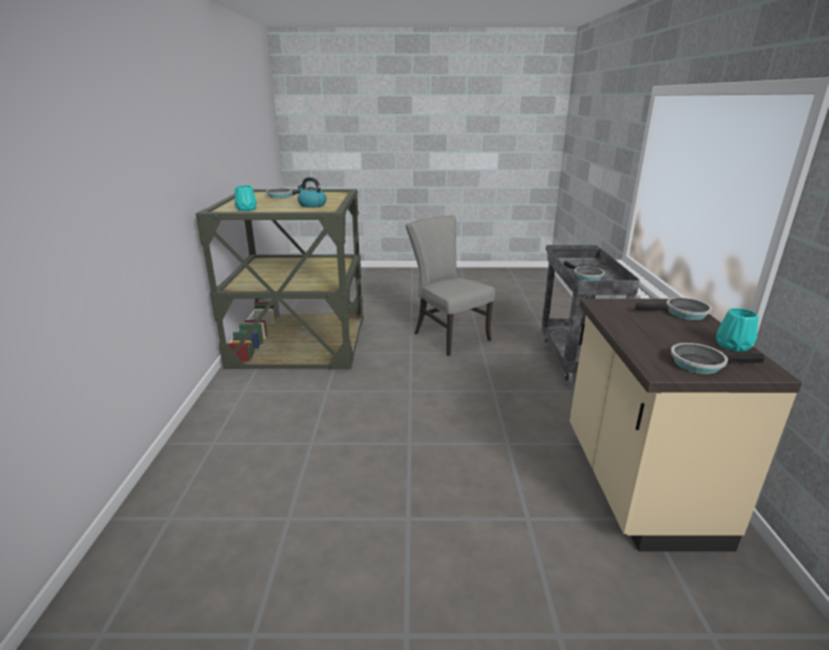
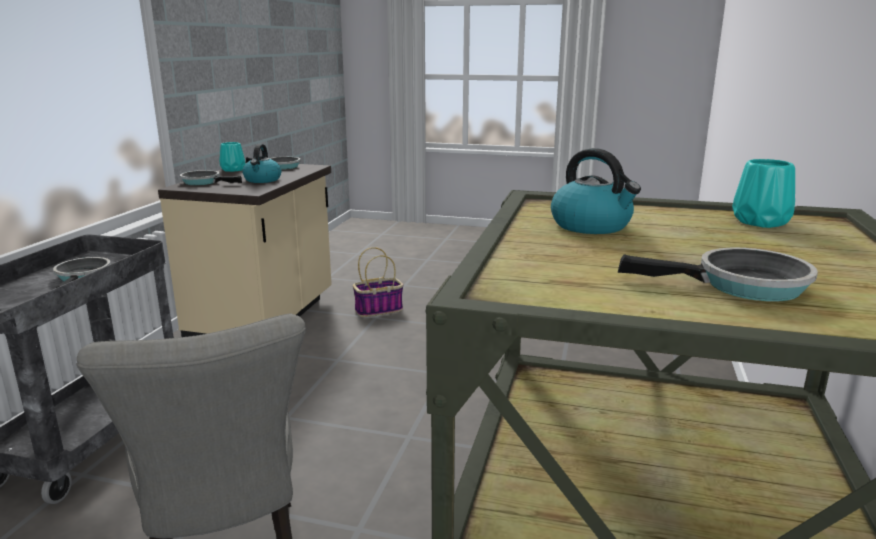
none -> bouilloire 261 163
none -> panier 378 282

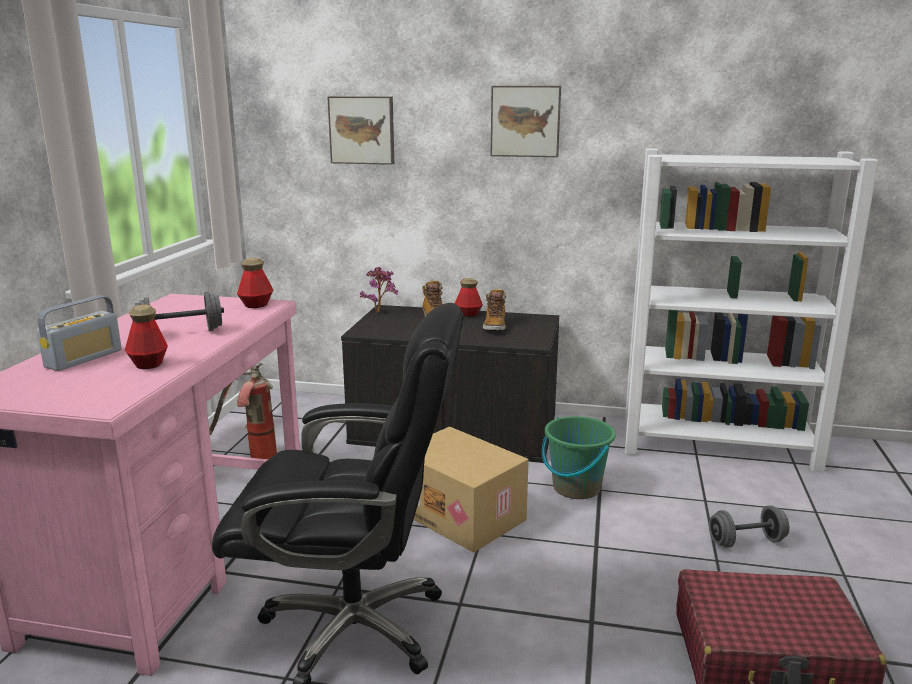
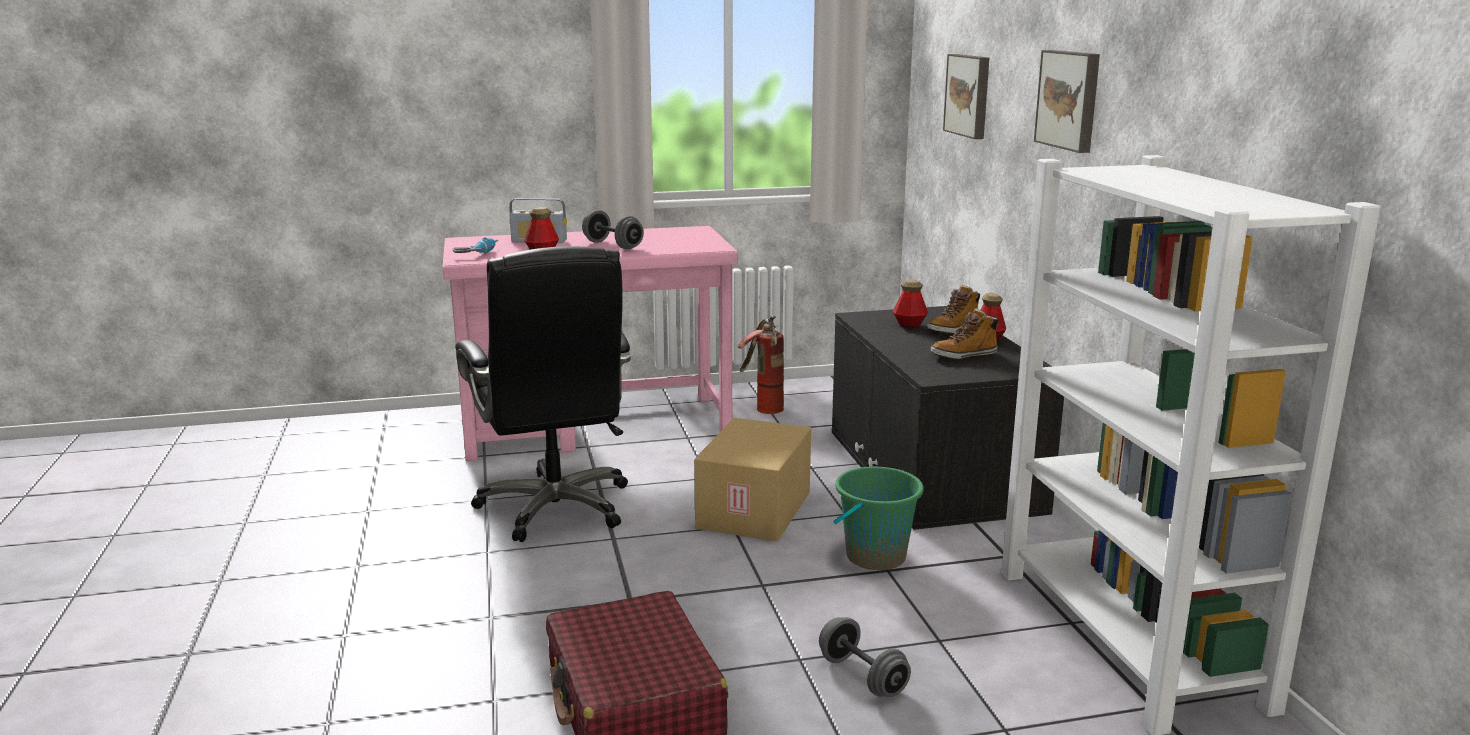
none -> perceuse 475 245
bouteille 255 283 -> bouteille 910 303, move
plante en pot 379 289 -> none

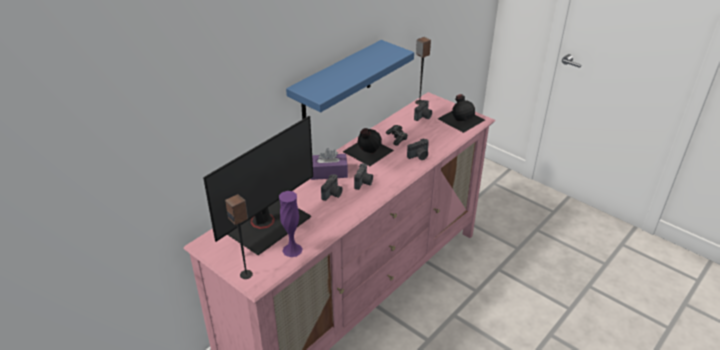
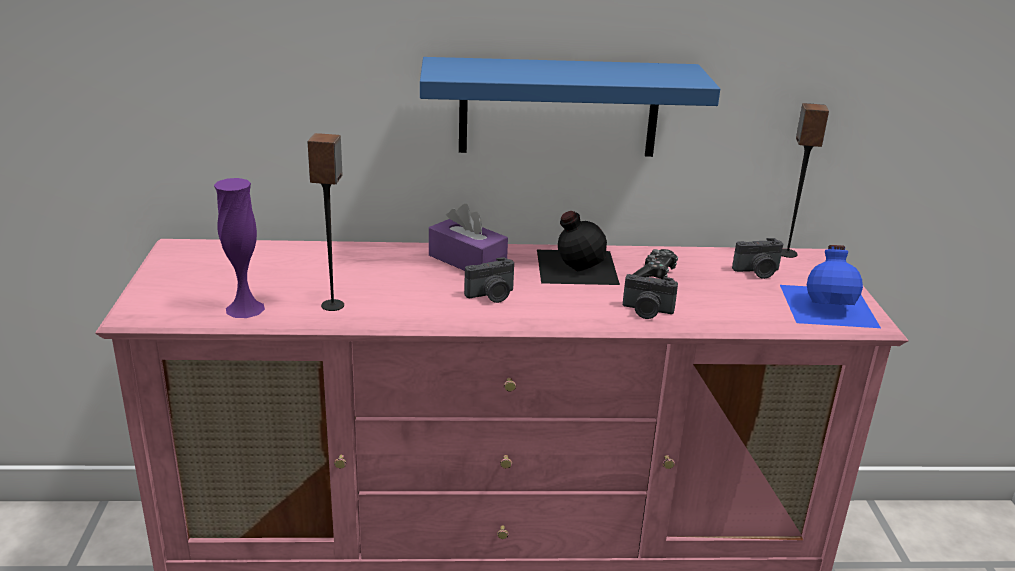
enceinte 239 236 -> enceinte 326 222, move
bouteille (noir) 461 113 -> bouteille (bleu) 830 286
écran d'ordinateur 258 185 -> none
appareil photo 332 187 -> none

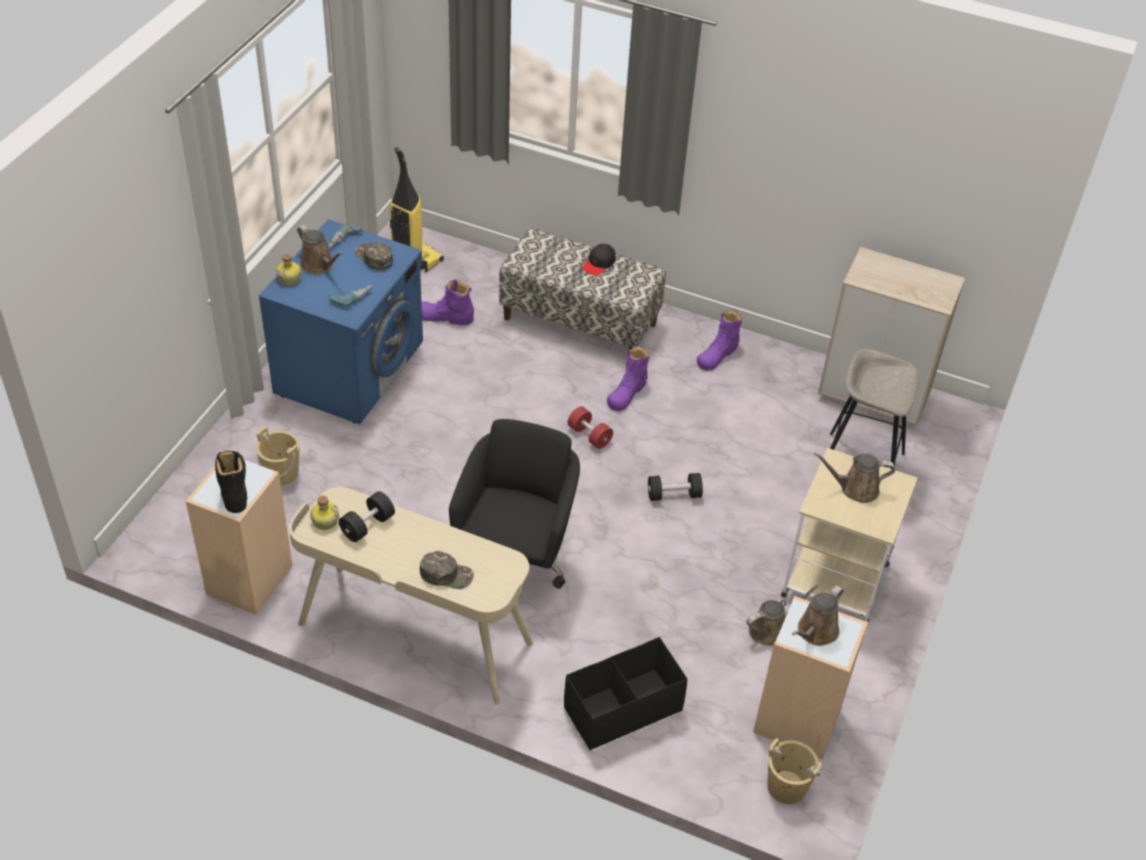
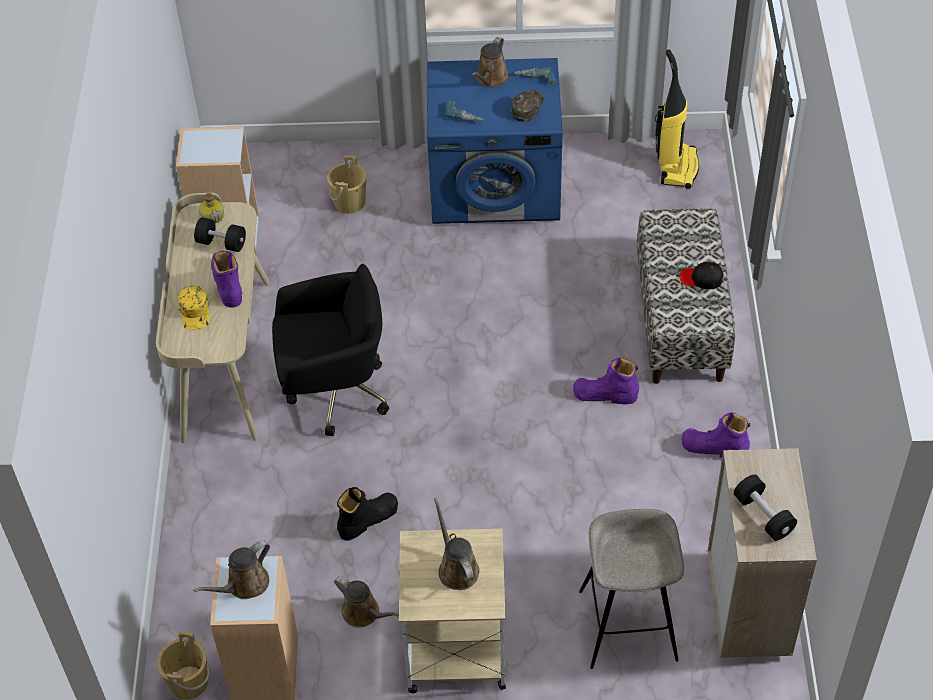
casquette (vert) 447 570 -> casquette (jaune) 194 308
arrosoir (marron) 817 616 -> arrosoir (marron) 231 569, 60 degrees counterclockwise
botte (violet) 448 302 -> botte (violet) 226 279, move
botte (noir) 231 482 -> botte (noir) 367 514, move
haltère (noir) 675 487 -> haltère (noir) 765 508, move
bouteille 288 269 -> none
boîte de rangement (noir) 626 694 -> none
haltère (rouge) 590 427 -> none

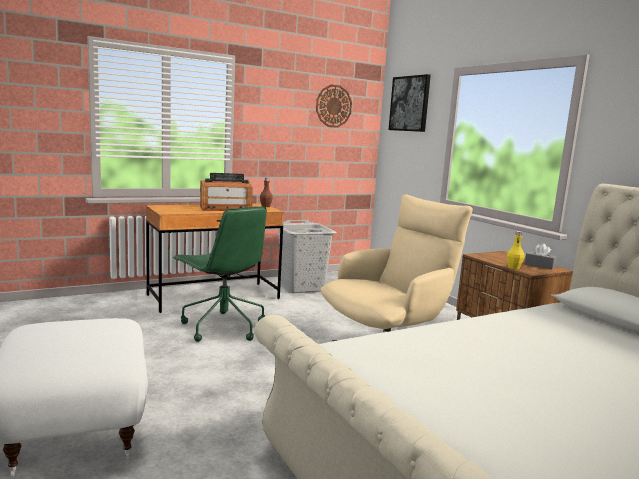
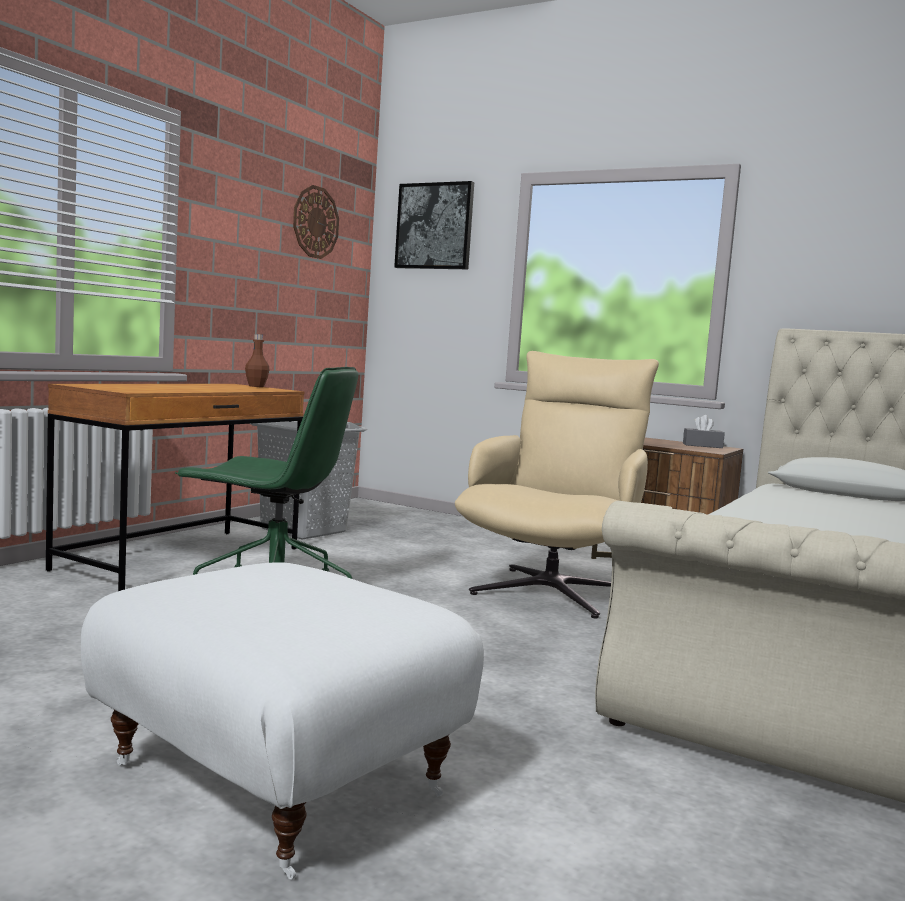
radio 226 192 -> none
bouteille (jaune) 516 250 -> none

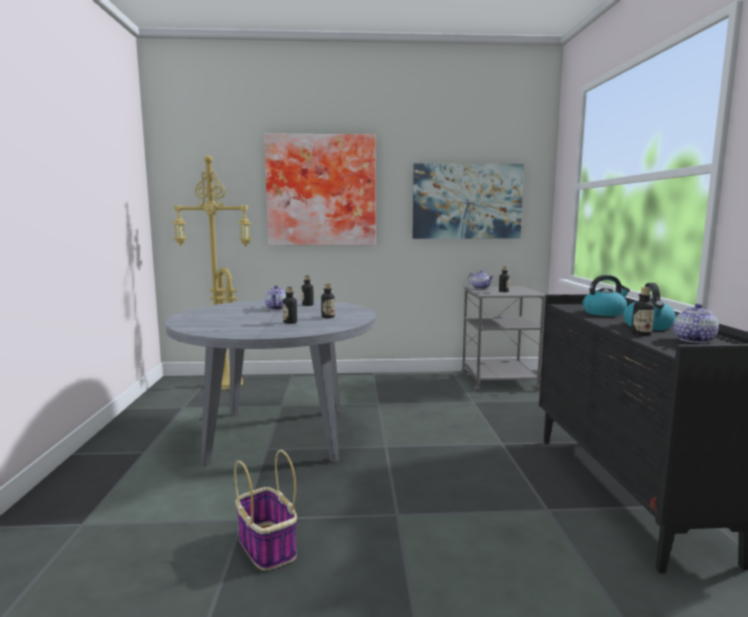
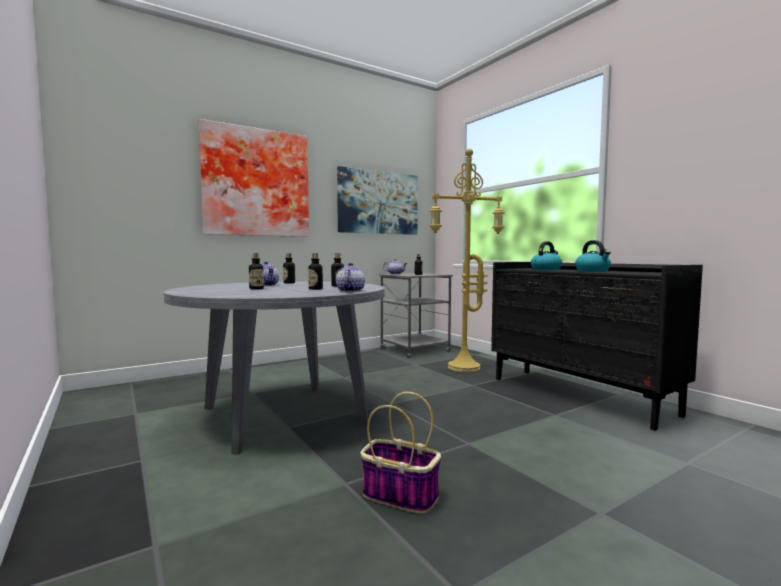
bouteille 642 311 -> bouteille 256 271, move
théière 696 323 -> théière 350 277, move
lampadaire (jaune) 212 272 -> lampadaire (jaune) 467 260, move

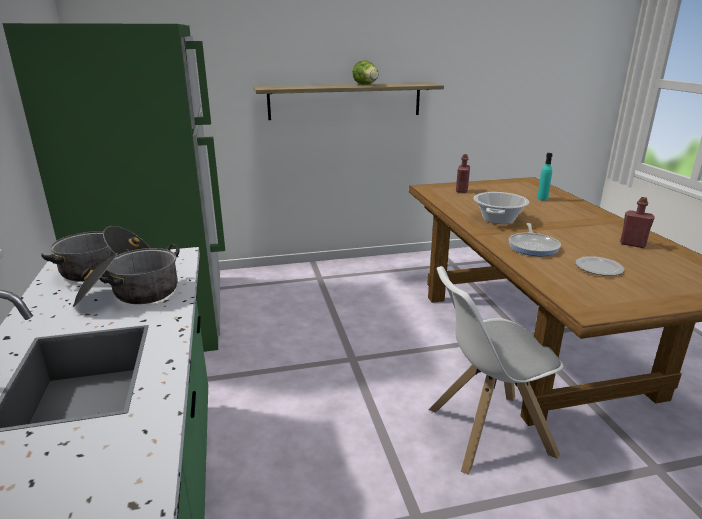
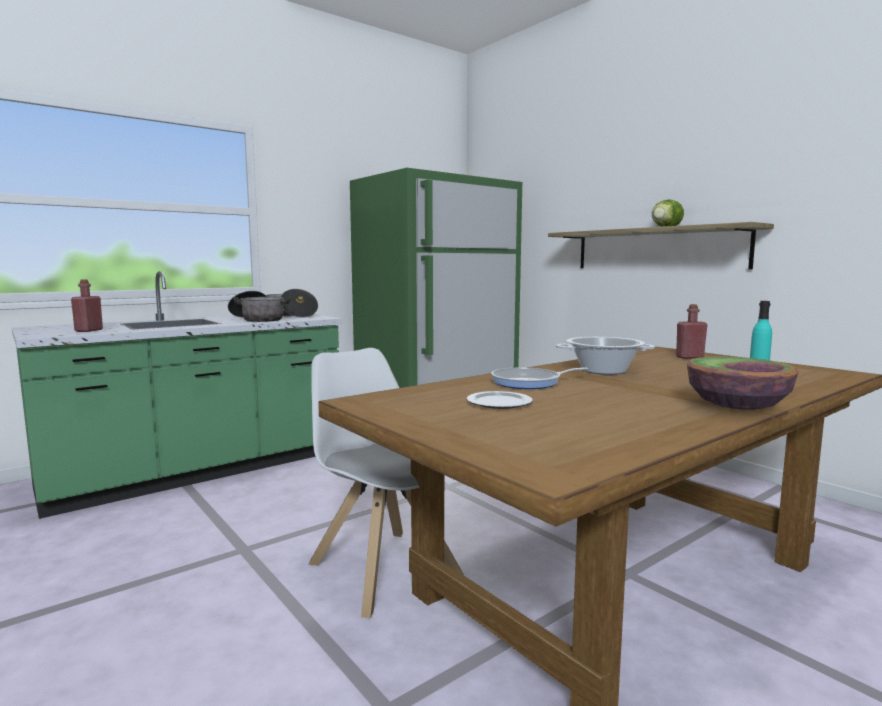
bouteille (rouge) 637 222 -> bouteille (rouge) 87 305, move
none -> bol 743 383

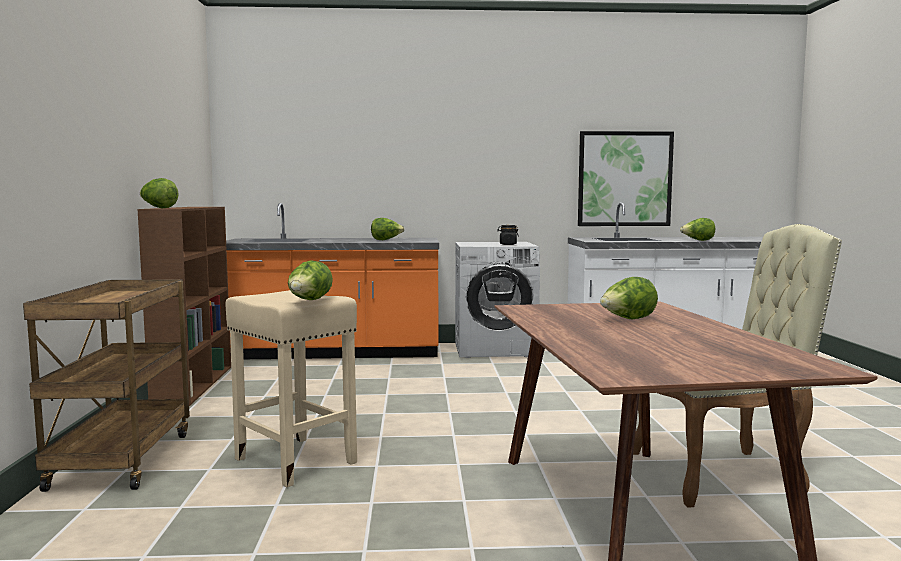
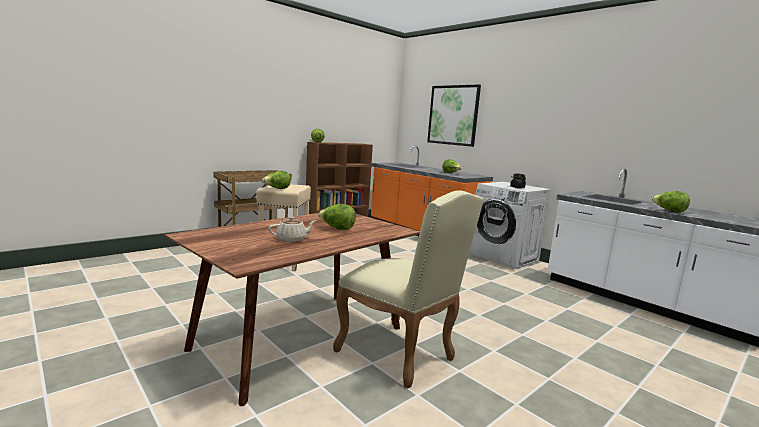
none -> théière (beige) 292 229
tableau 626 178 -> tableau 454 115, move

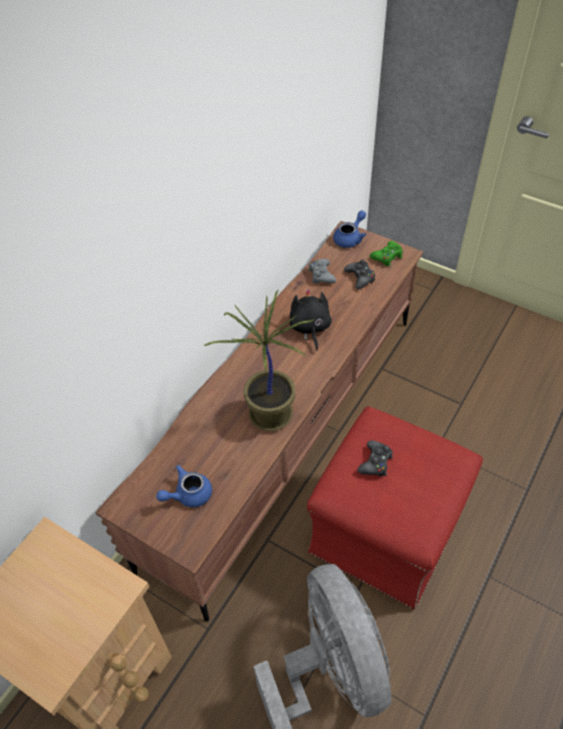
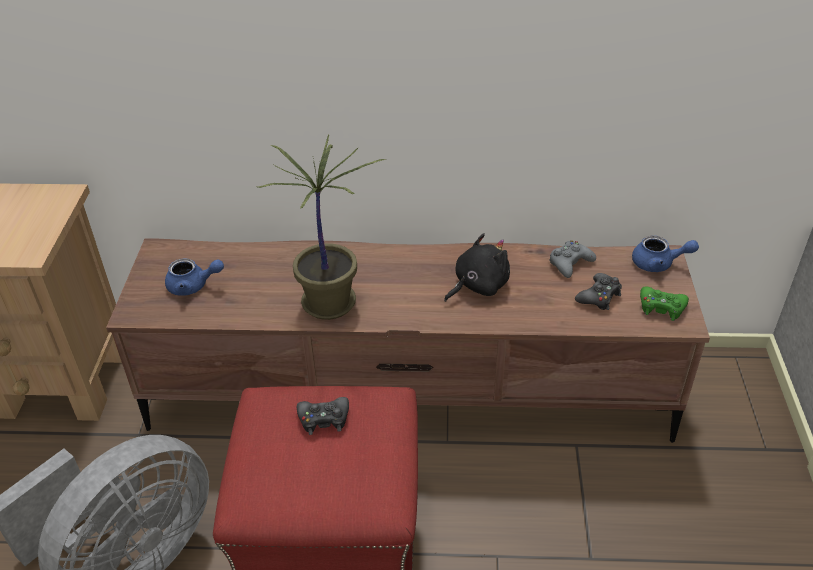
théière (bleu) 184 486 -> théière (bleu) 194 277, 150 degrees clockwise

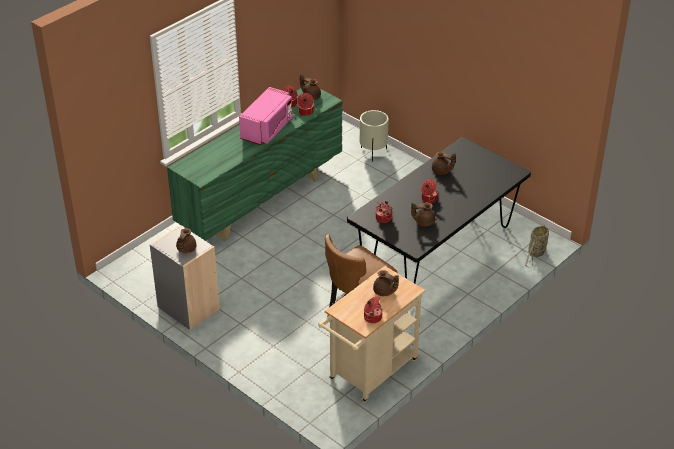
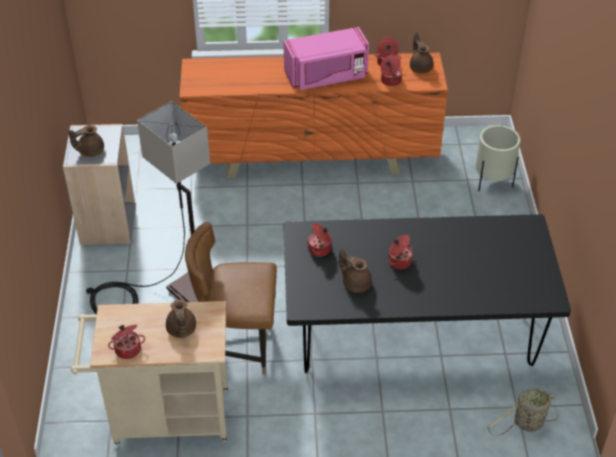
none -> lampadaire 148 207
meuble de rangement (vert) 254 162 -> meuble de rangement (orange) 314 115
théière (marron) 444 163 -> none

